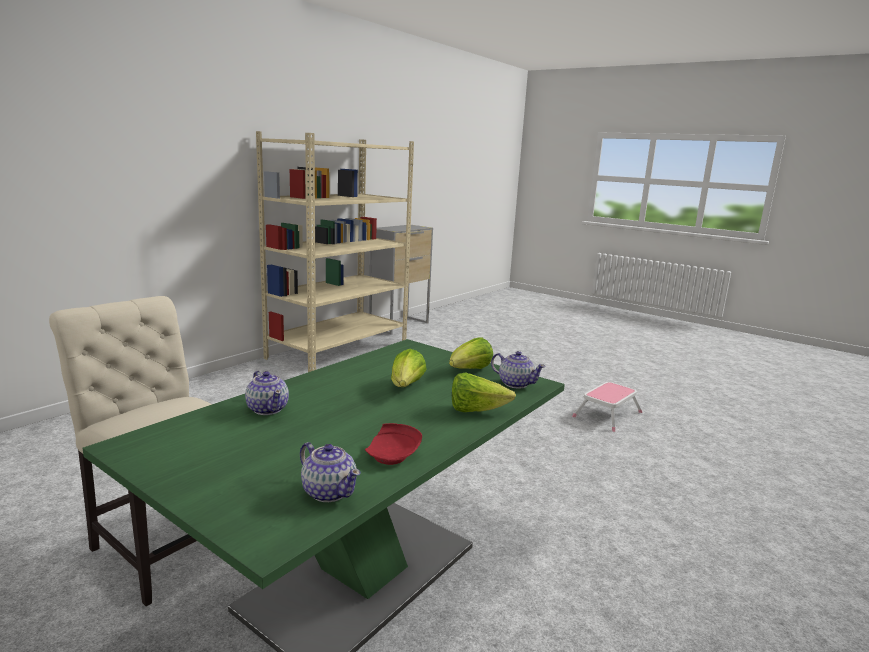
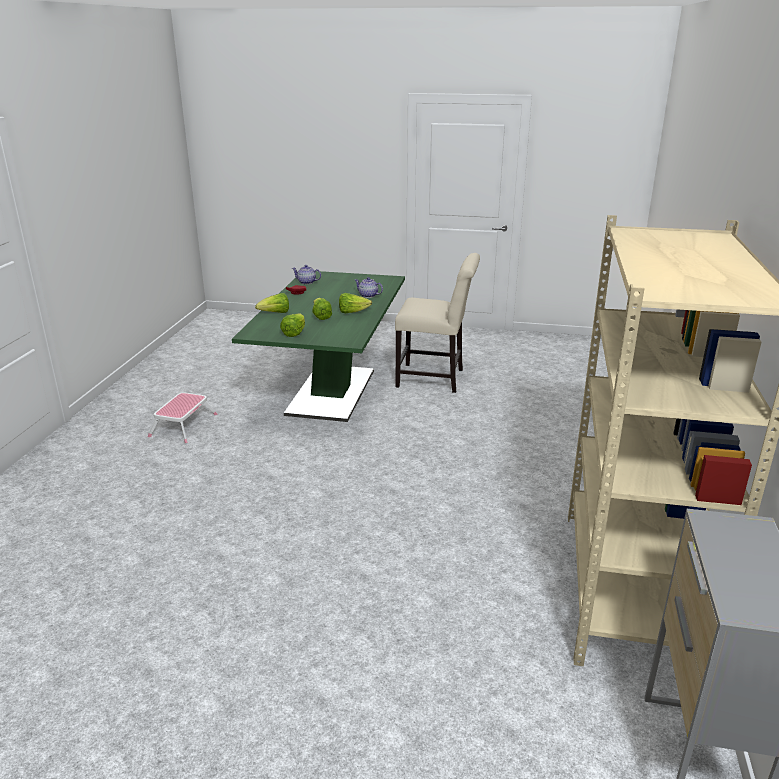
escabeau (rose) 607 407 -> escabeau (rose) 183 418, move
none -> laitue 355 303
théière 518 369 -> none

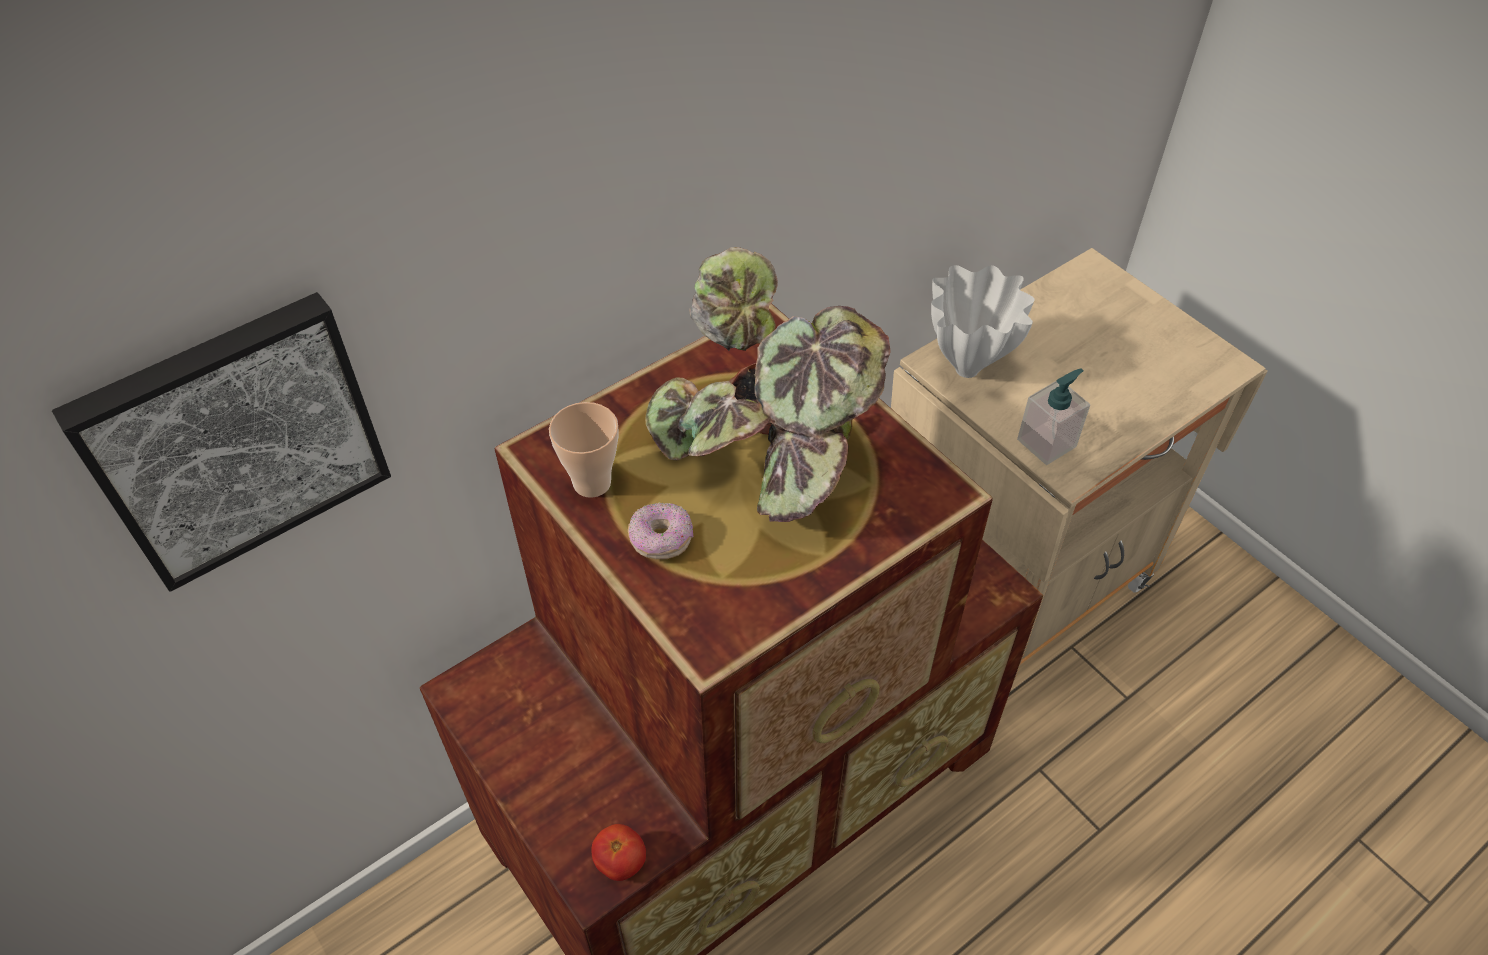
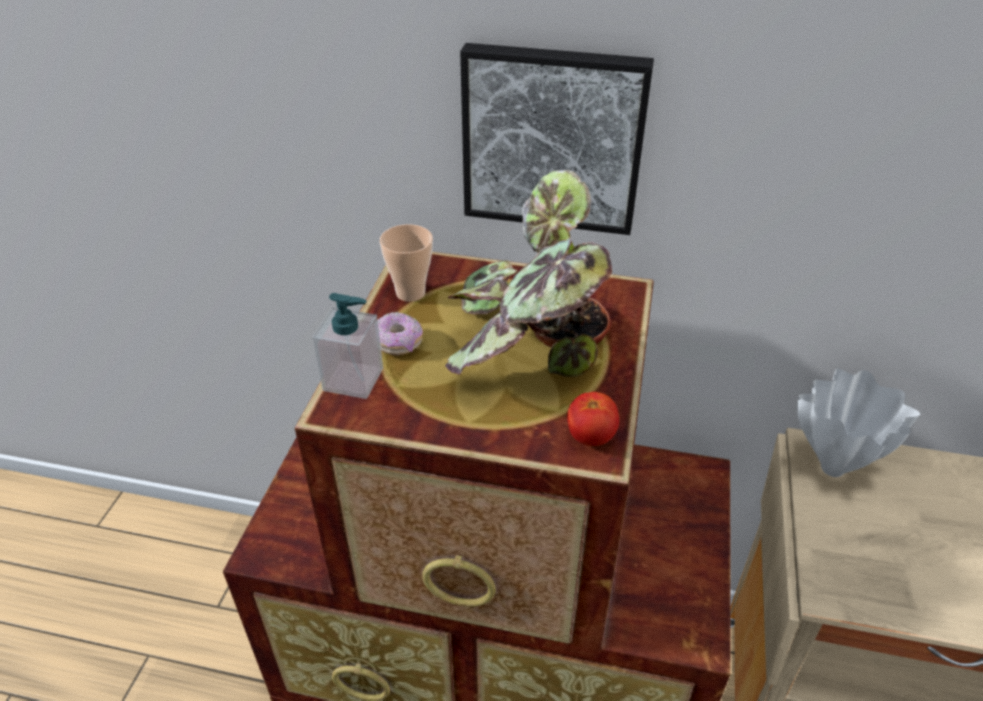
distributeur de savon 1053 416 -> distributeur de savon 348 346, move
tableau 221 442 -> tableau 557 139, move
tomate 618 852 -> tomate 593 419, move

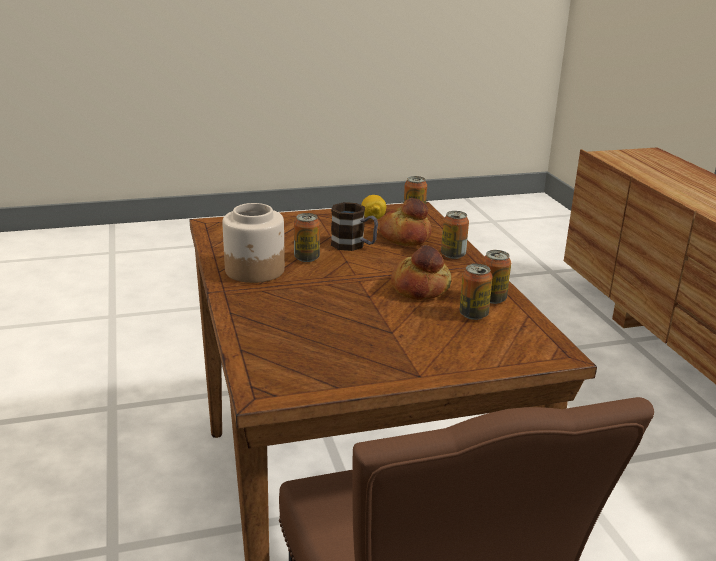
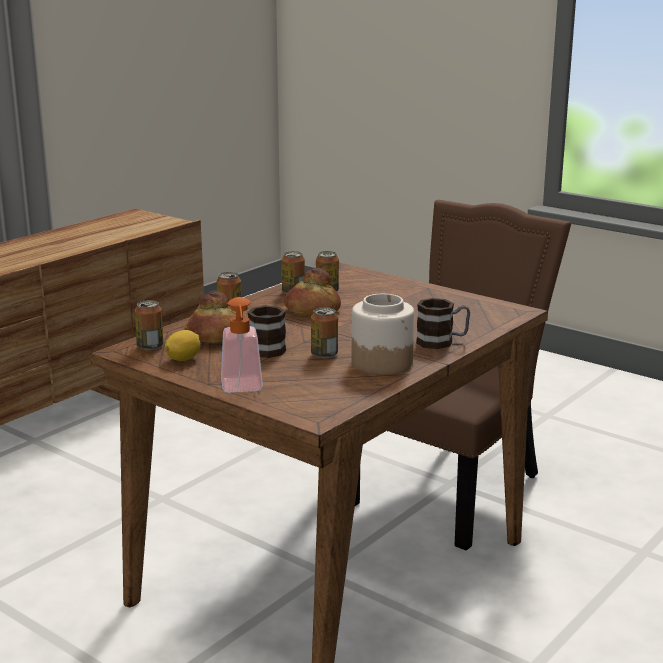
none -> distributeur de savon 242 345
none -> mug 443 323

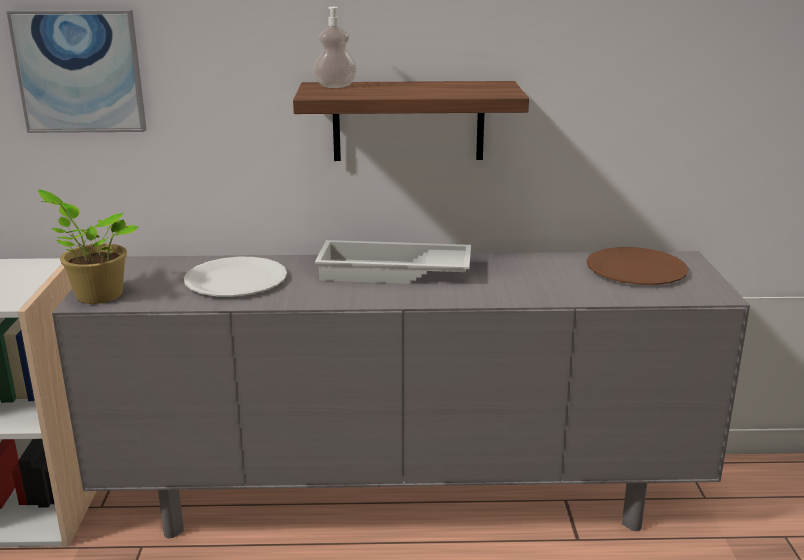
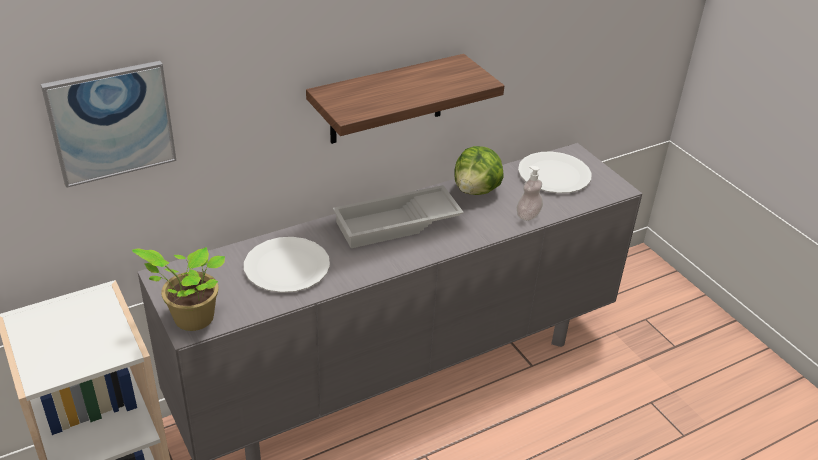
none -> laitue 479 170
distributeur de savon 335 47 -> distributeur de savon 530 193, move
assiette (marron) 637 266 -> assiette (blanc) 555 172

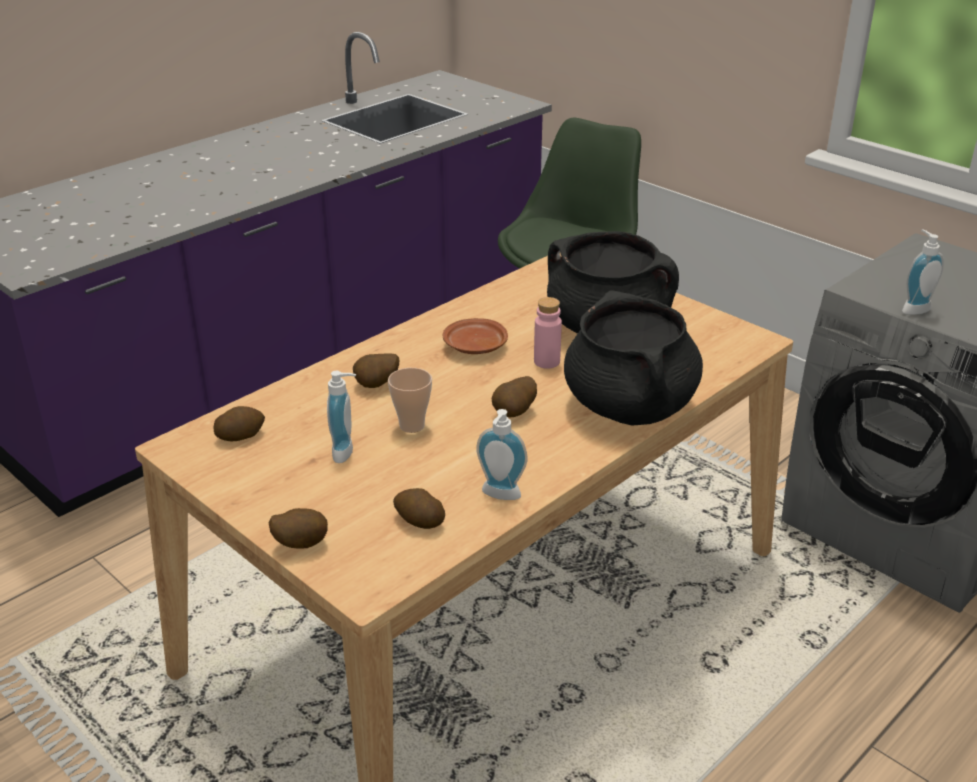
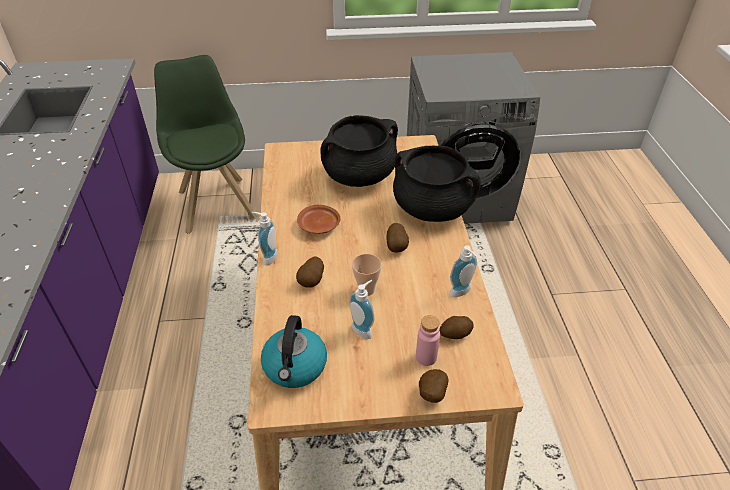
distributeur de savon 923 272 -> distributeur de savon 264 239, move
pomme de terre 239 423 -> bouilloire 294 351
bouteille (rose) 548 333 -> bouteille (rose) 428 340, move

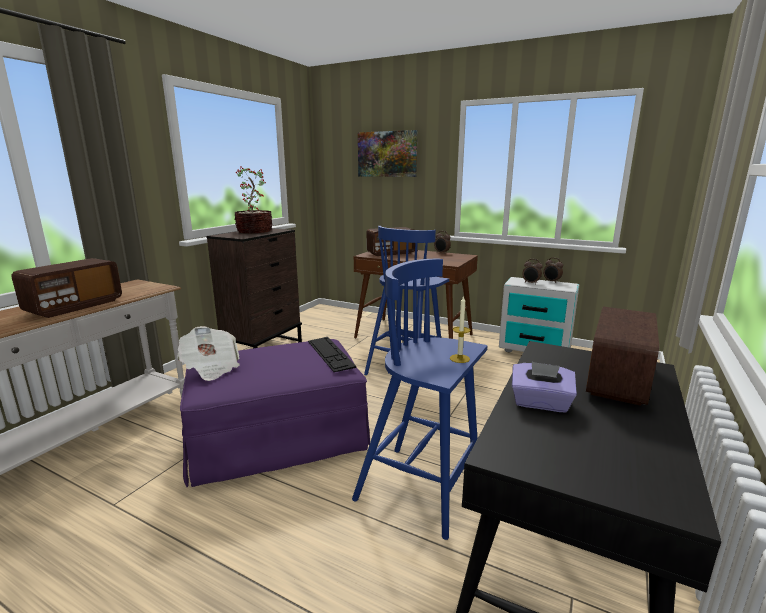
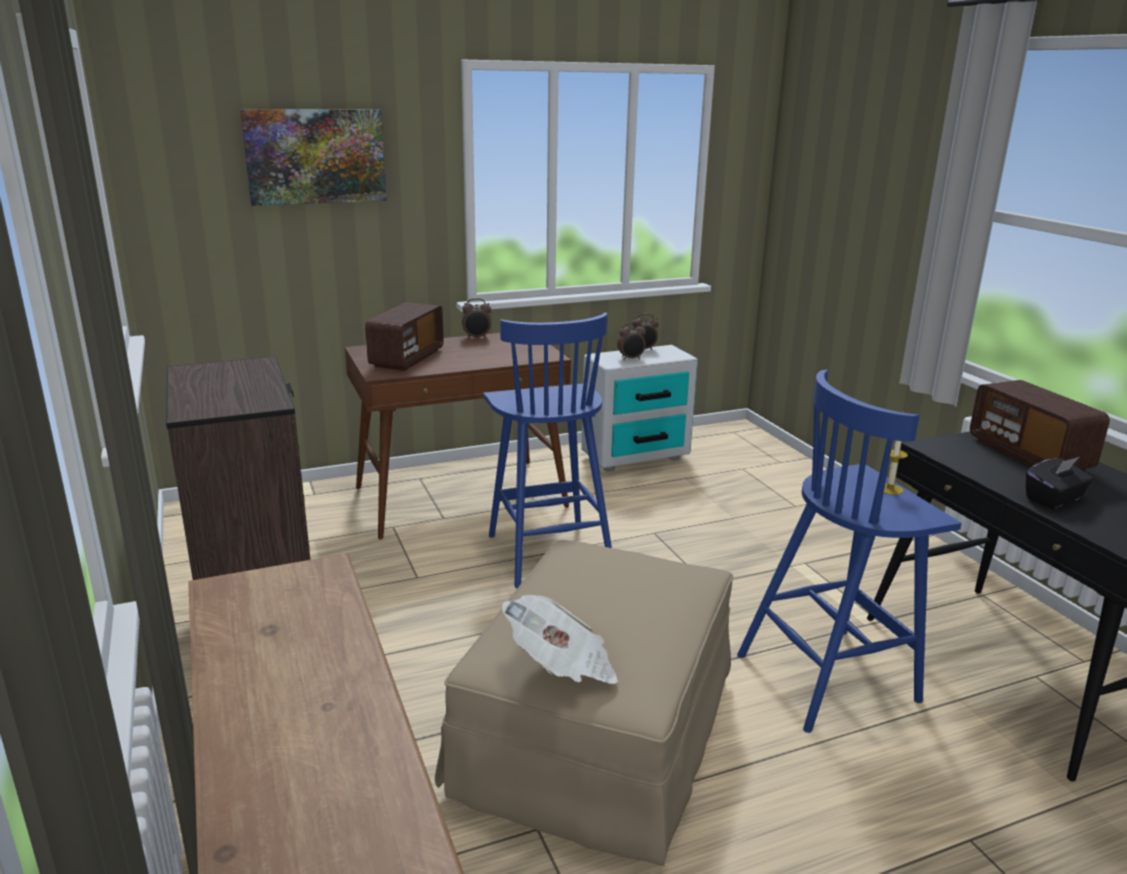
pouf (violet) 275 413 -> pouf (beige) 584 703
boîte à mouchoirs (violet) 544 387 -> boîte à mouchoirs (noir) 1059 483
radio 67 288 -> none
plante en pot 253 199 -> none
clavier 332 354 -> none

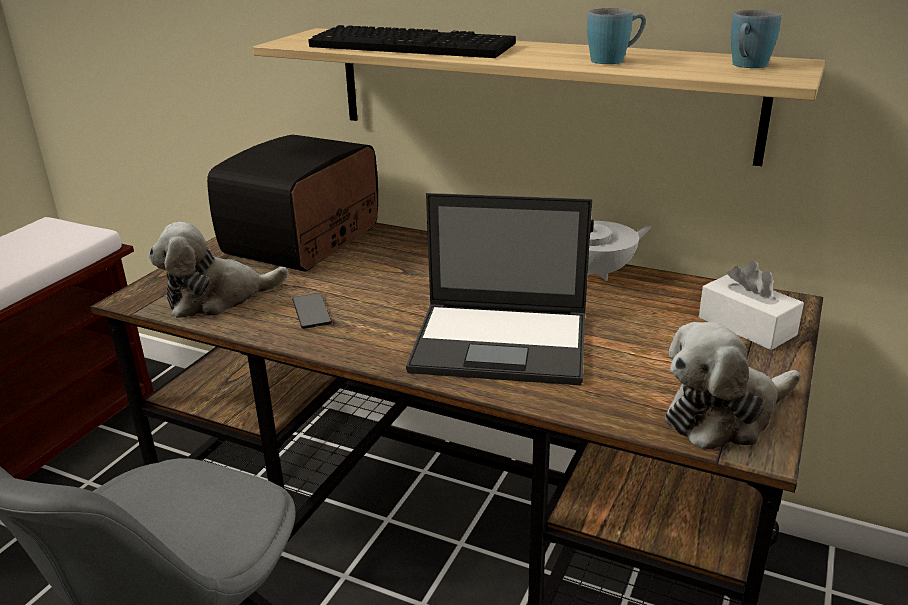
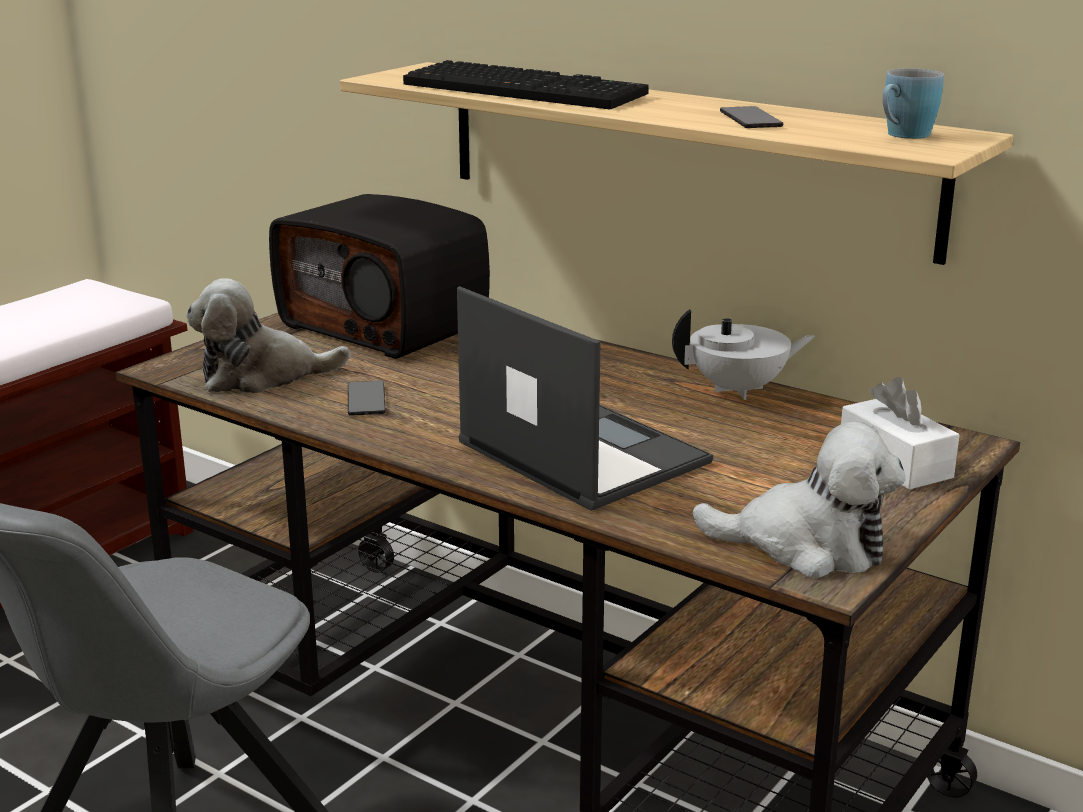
radio 292 203 -> radio 379 276, 90 degrees counterclockwise
ordinateur portable 499 289 -> ordinateur portable 585 398, 150 degrees counterclockwise
peluche 732 386 -> peluche 799 499, 150 degrees counterclockwise
mug (bleu) 616 36 -> téléphone 751 117

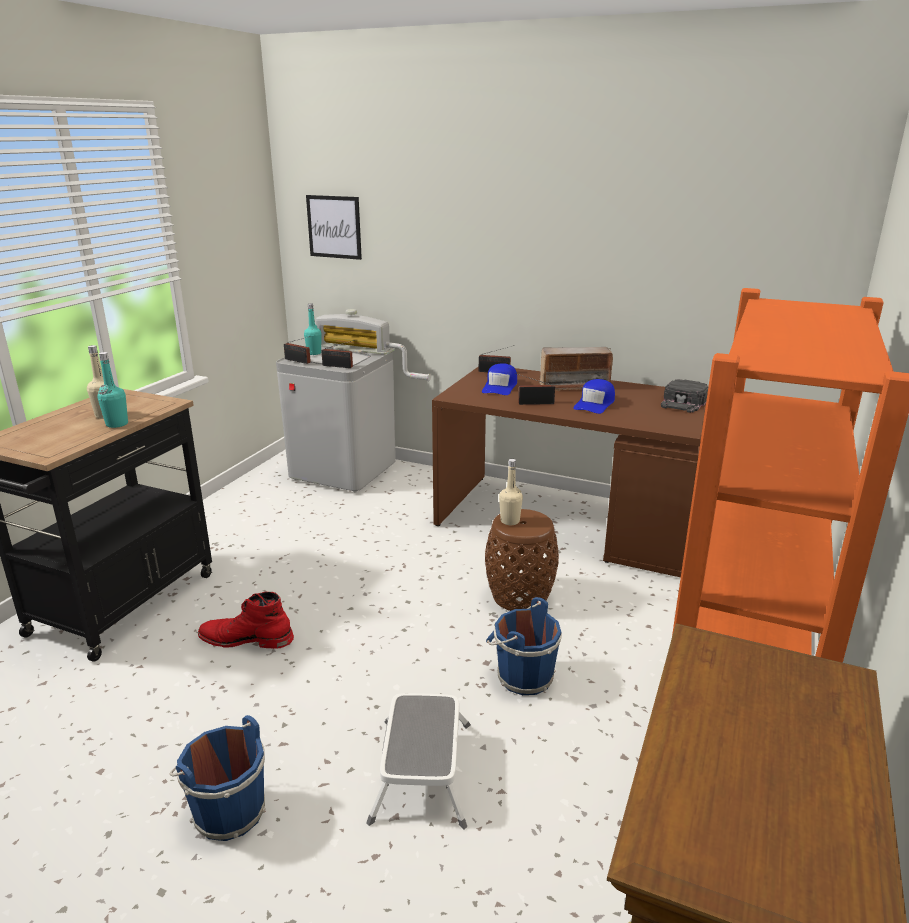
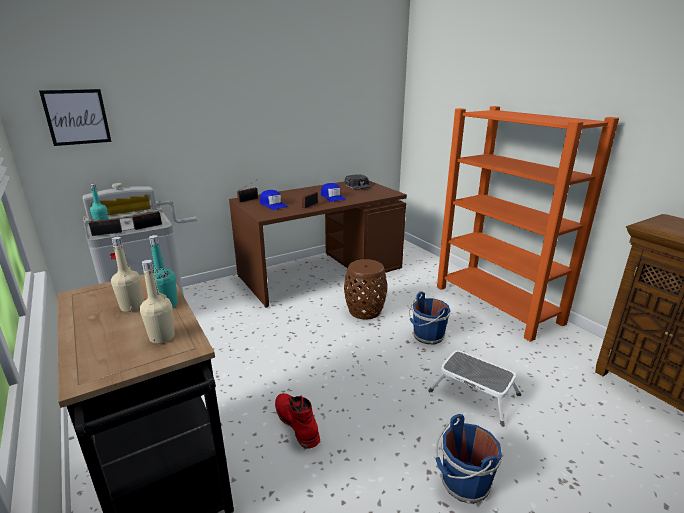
bouteille (beige) 511 492 -> bouteille (beige) 157 302, move
botte (rouge) 246 620 -> botte (rouge) 297 421, 105 degrees clockwise
radio 575 369 -> none

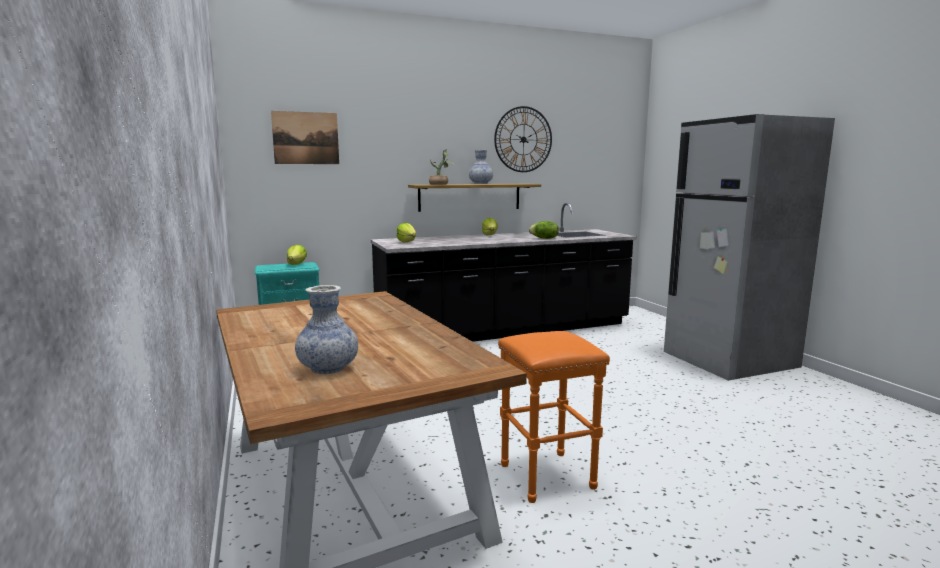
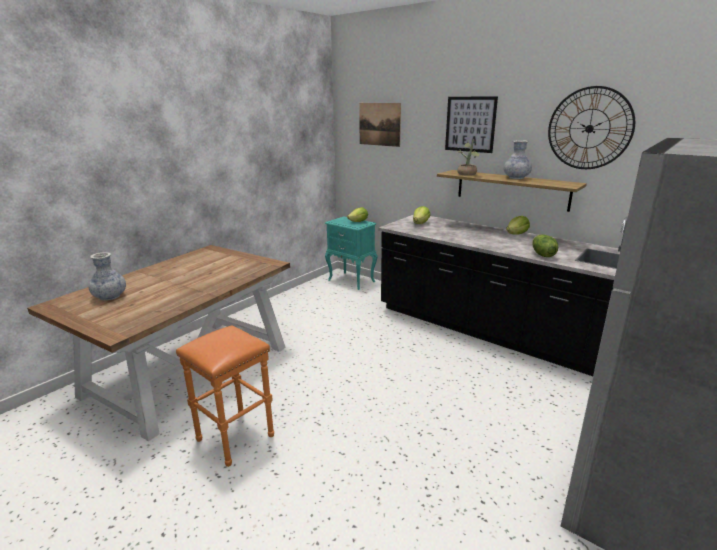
none -> tableau 471 124

